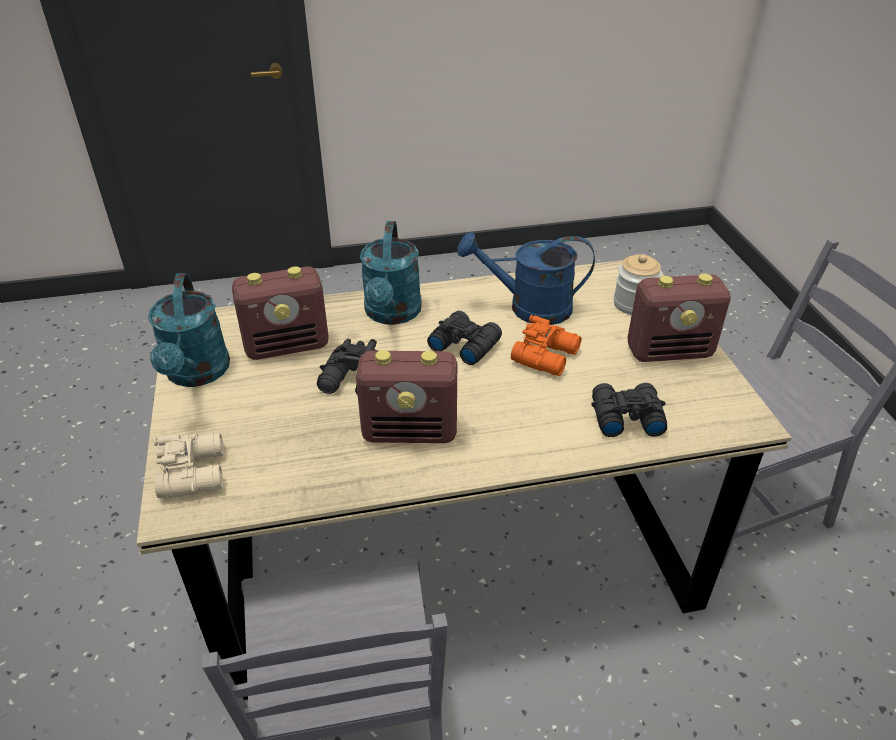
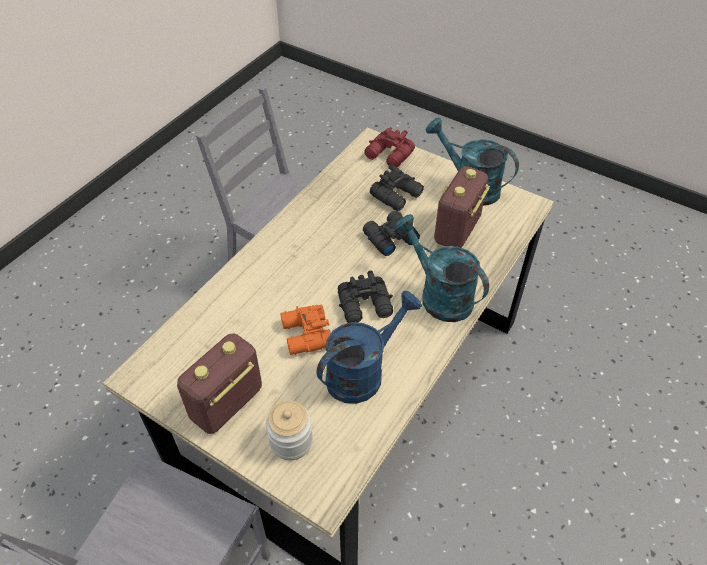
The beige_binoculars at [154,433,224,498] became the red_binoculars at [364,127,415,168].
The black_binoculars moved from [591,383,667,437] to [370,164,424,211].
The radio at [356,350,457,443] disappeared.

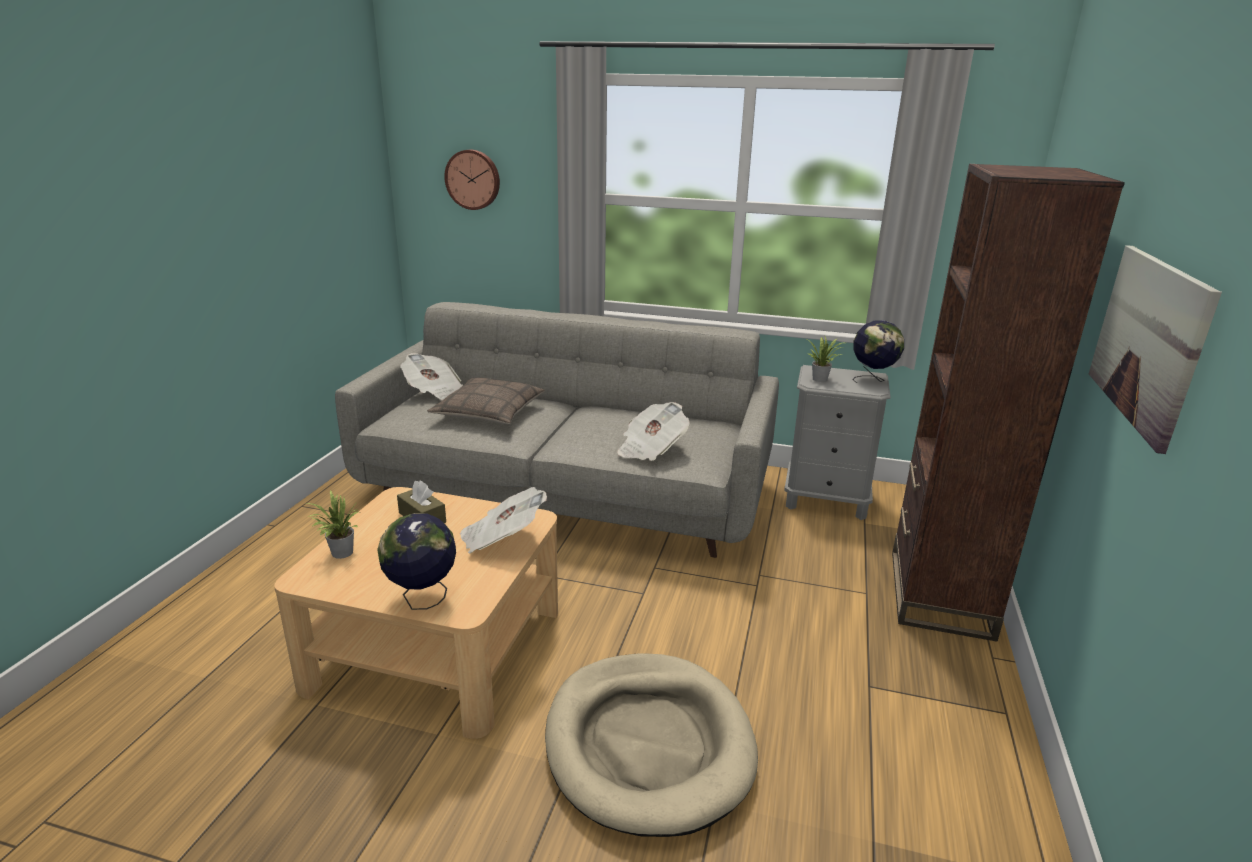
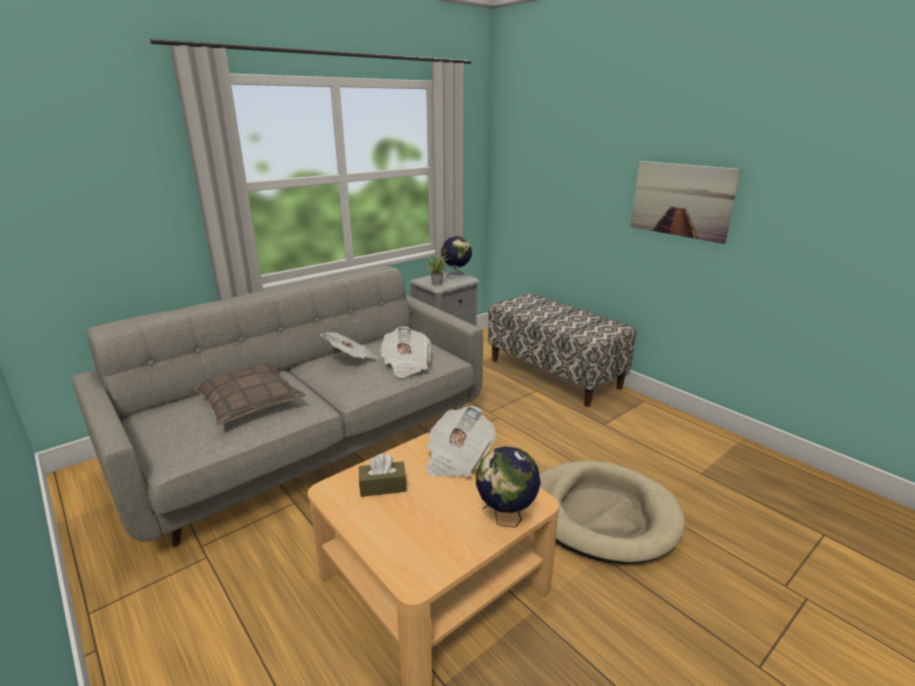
The newspaper moved from [400,353,463,400] to [320,332,379,359].
The brown_bookcase at [892,164,1125,642] was replaced by the bench at [488,293,636,407].
The potted_plant at [307,490,358,559] disappeared.
The wall_clock at [444,150,500,210] disappeared.

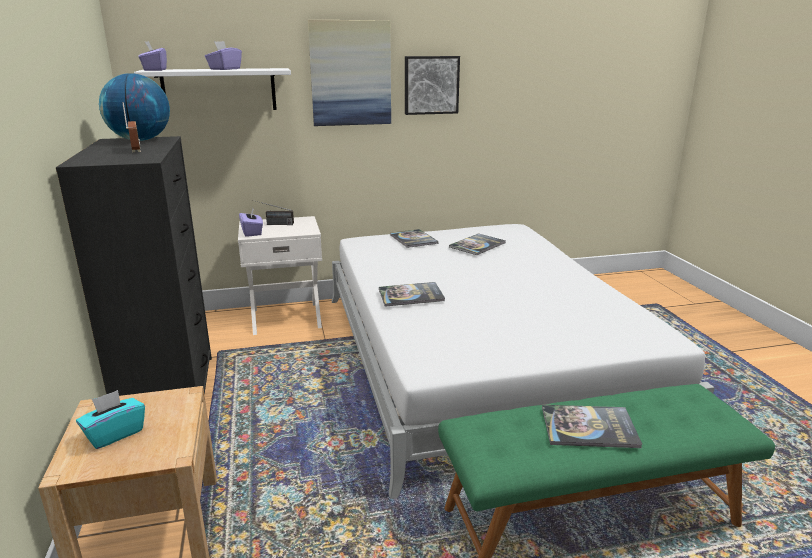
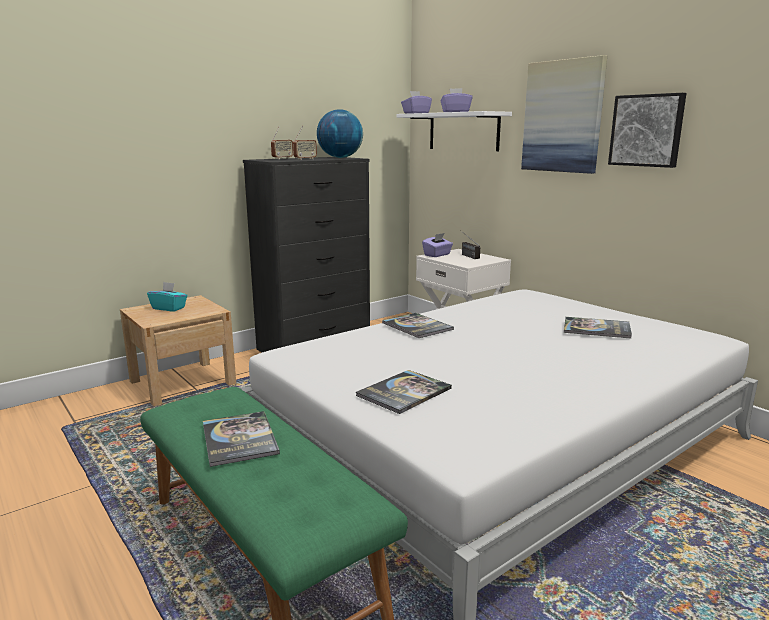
The radio at [271,126,293,159] appeared.
The book moved from [390,229,439,248] to [356,370,452,414].

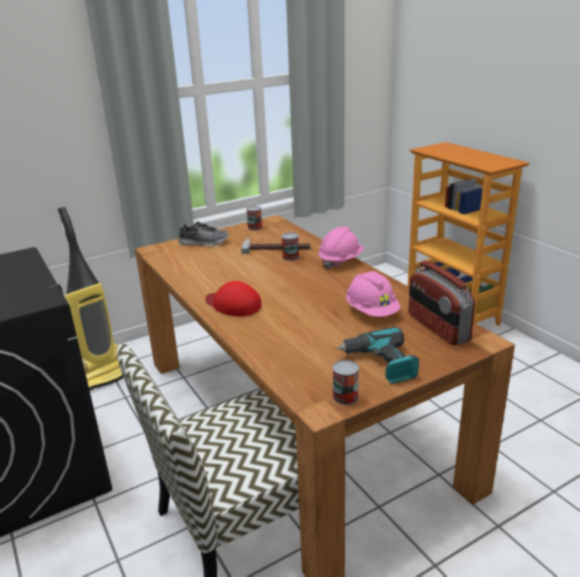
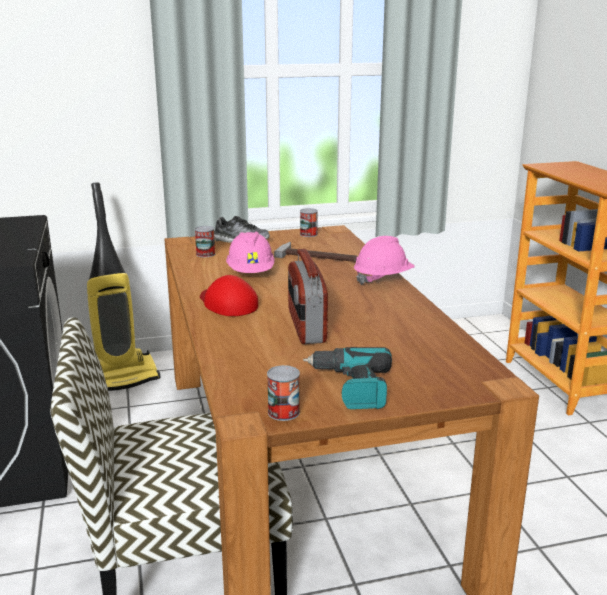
The can moved from [281,233,299,261] to [195,226,215,257].
The pink_hard_hat moved from [346,271,401,317] to [226,231,275,273].
The radio moved from [408,261,475,346] to [288,249,328,344].

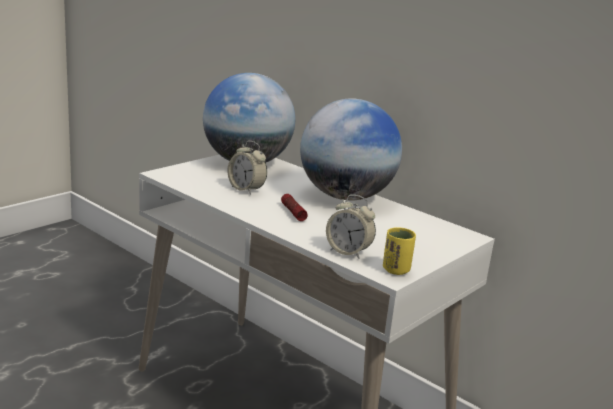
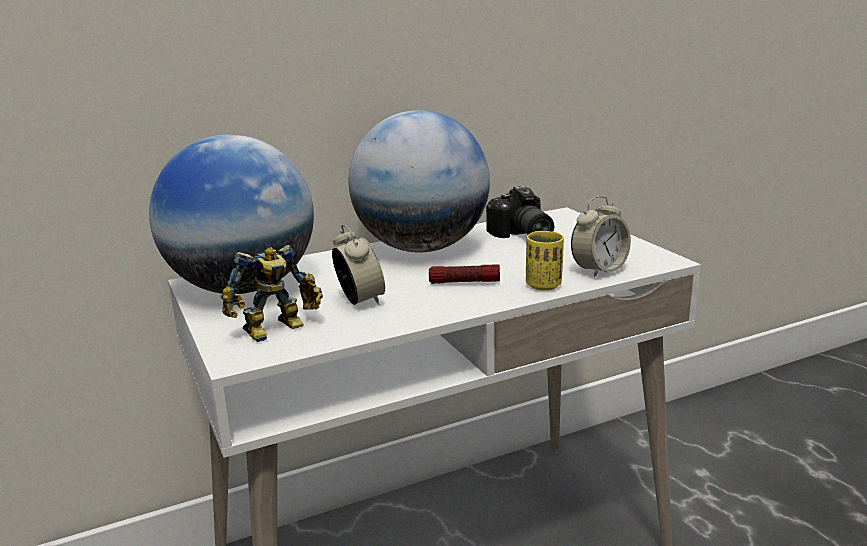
The toy_robot at [221,245,323,342] appeared.
The alarm_clock at [227,141,267,195] turned 90 degrees counterclockwise.
The photo_camera at [486,186,554,238] appeared.
The yellow_cup moved from [383,227,416,275] to [526,231,564,290].

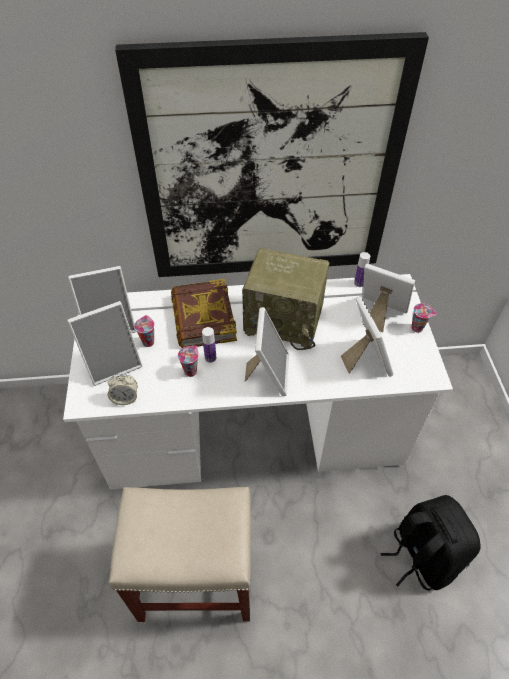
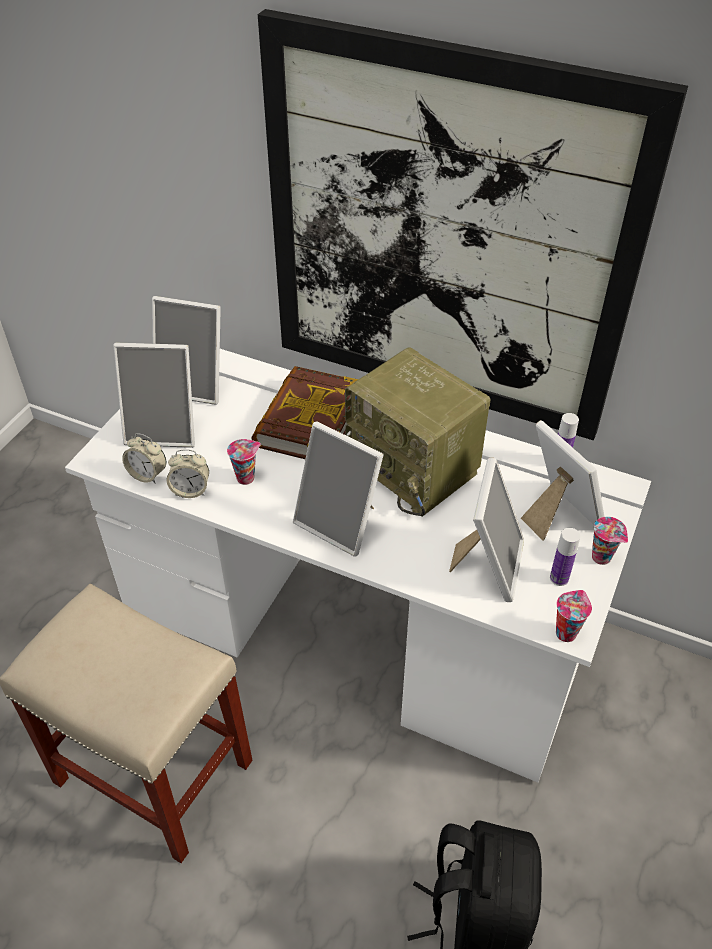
The alarm_clock at [167,449,209,498] appeared.
The picture_frame at [245,307,289,396] turned 90 degrees clockwise.
The bottle moved from [202,327,216,363] to [550,528,580,586].
The cup moved from [134,315,154,347] to [556,590,592,642].

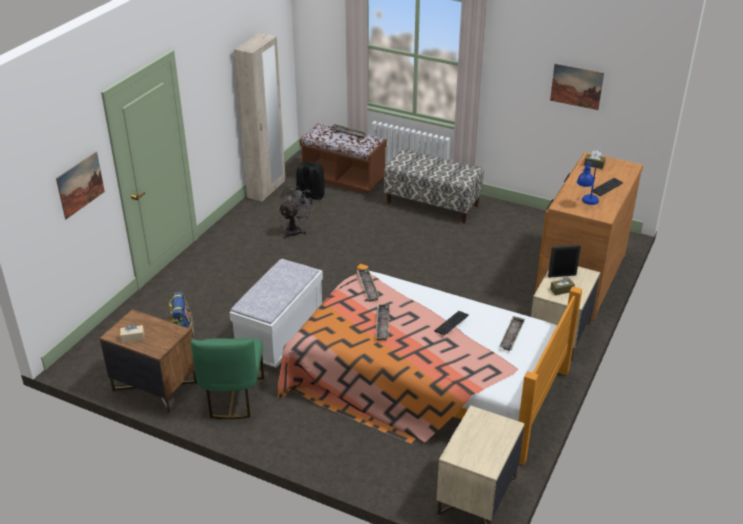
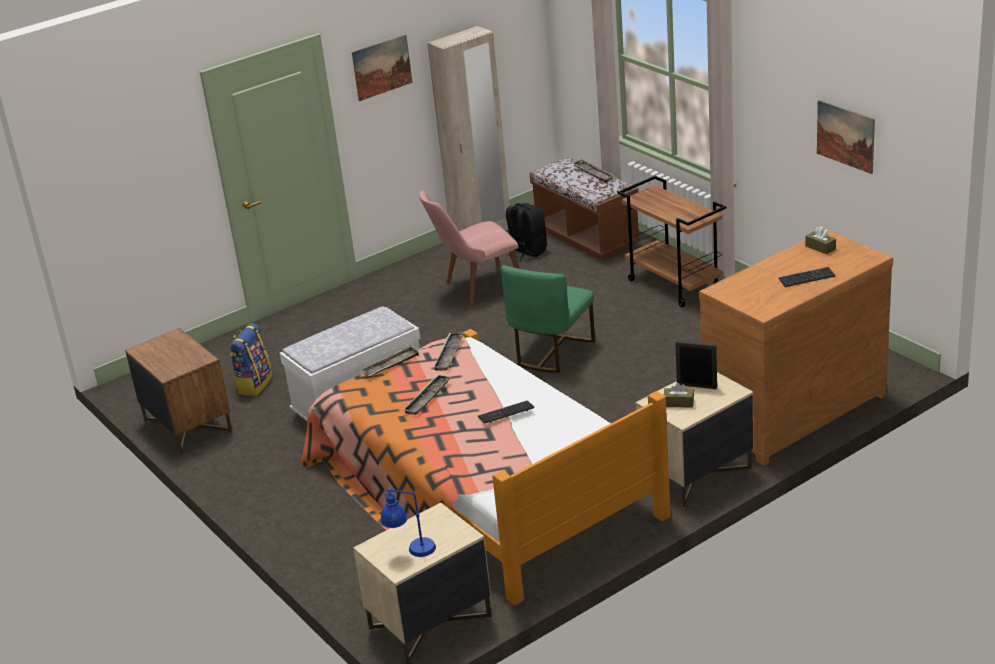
The picture moved from [56,152,105,219] to [352,34,412,101].
The tray moved from [499,316,525,351] to [360,345,420,377].
The blue_table_lamp moved from [577,162,599,205] to [380,488,436,557].
The grey_fan at [279,186,315,239] was replaced by the pink_chair at [419,190,520,306].
The green_chair moved from [190,338,264,419] to [501,265,595,373].
The bench at [384,149,484,223] was replaced by the brown_cart at [617,176,726,308].
The beige_tissue_box at [120,323,144,343] disappeared.

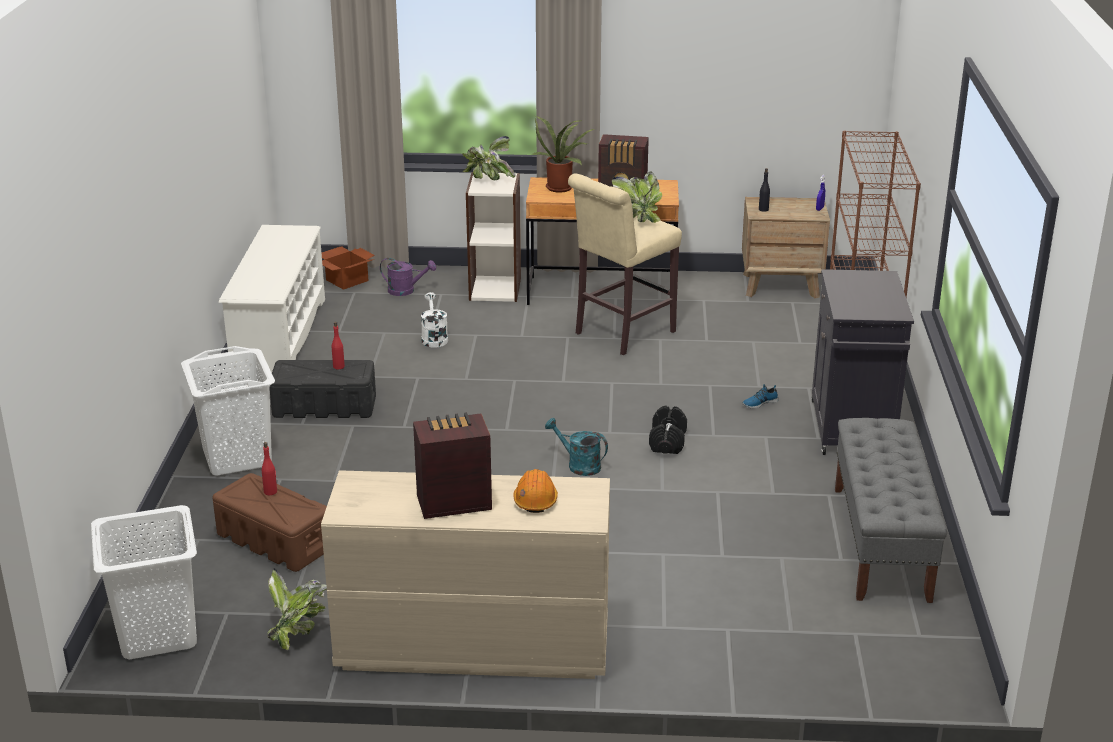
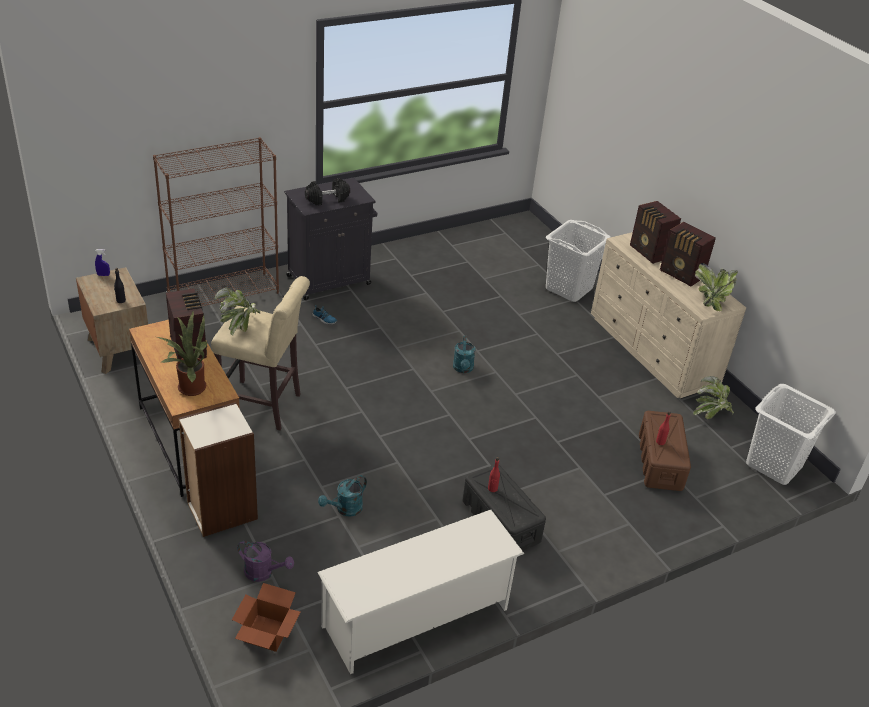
The purple_watering_can at [380,258,436,296] turned 135 degrees clockwise.
The black_dumbbell moved from [649,406,687,454] to [305,178,350,206].
The white_watering_can at [421,292,448,348] became the turquoise_watering_can at [318,475,367,517].
The white_laundry_basket moved from [181,346,275,476] to [546,220,611,302].
The orange_hard_hat at [513,469,558,513] was replaced by the radio at [630,201,681,264].
The potted_plant moved from [462,136,516,180] to [695,263,738,311].
The grey_bench at [835,418,947,603] disappeared.

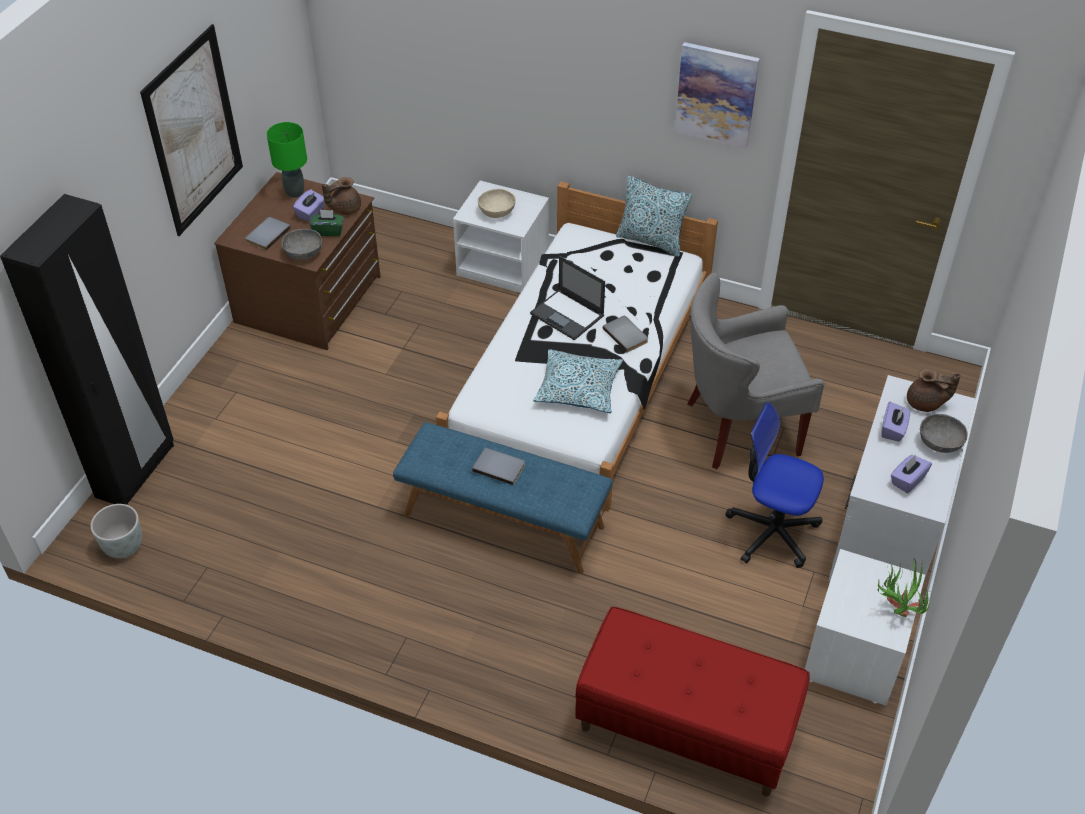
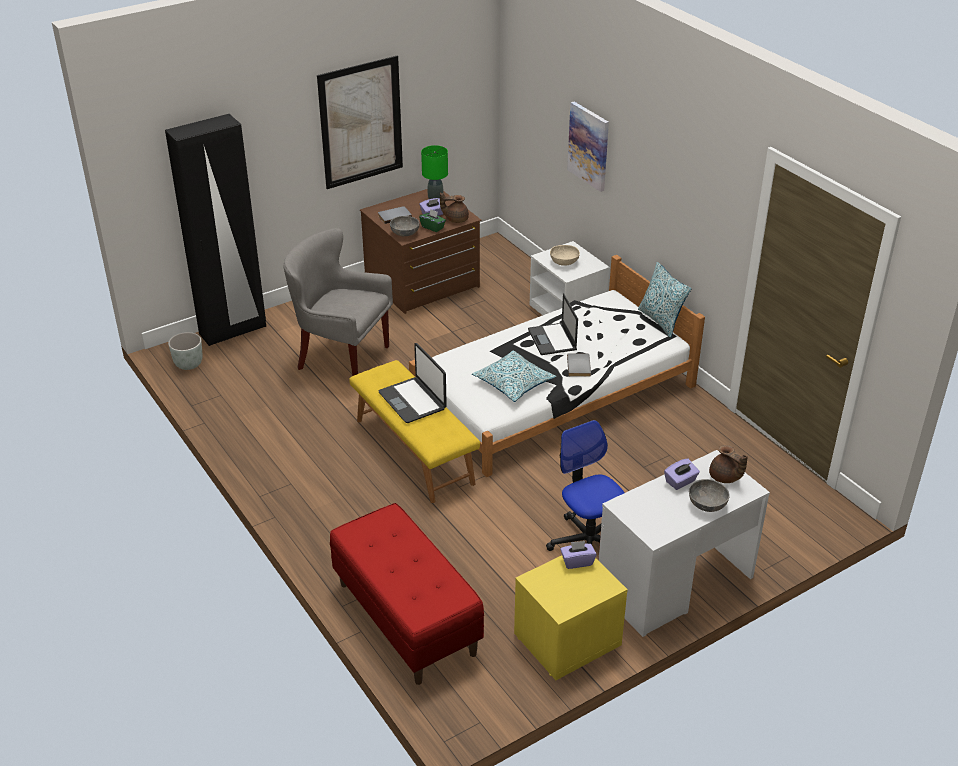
The grey_armchair moved from [687,272,824,469] to [284,228,393,376].
The blue_bench at [393,422,613,574] became the yellow_bench at [349,360,480,503].
The grey_book at [472,448,525,485] was replaced by the laptop at [379,343,447,423].
The white_nightstand at [805,549,925,706] became the yellow_nightstand at [514,555,628,680].
The purple_tissue_box moved from [891,455,932,493] to [560,541,597,569].
The picture moved from [675,42,760,148] to [567,102,609,192].
The potted_plant at [878,558,931,617] disappeared.

